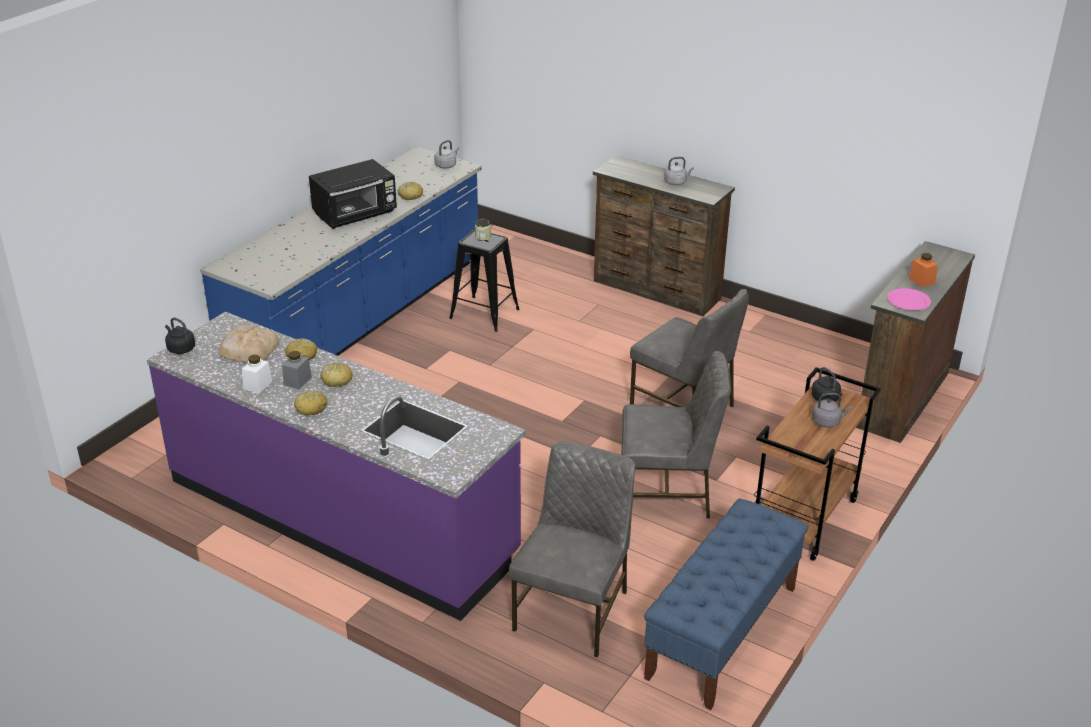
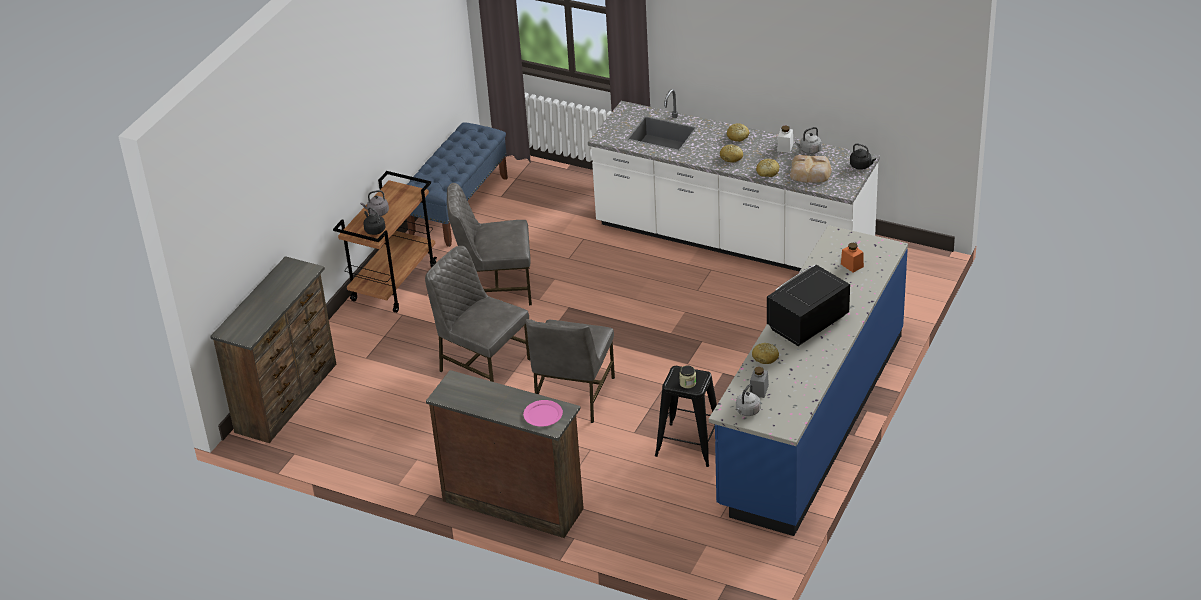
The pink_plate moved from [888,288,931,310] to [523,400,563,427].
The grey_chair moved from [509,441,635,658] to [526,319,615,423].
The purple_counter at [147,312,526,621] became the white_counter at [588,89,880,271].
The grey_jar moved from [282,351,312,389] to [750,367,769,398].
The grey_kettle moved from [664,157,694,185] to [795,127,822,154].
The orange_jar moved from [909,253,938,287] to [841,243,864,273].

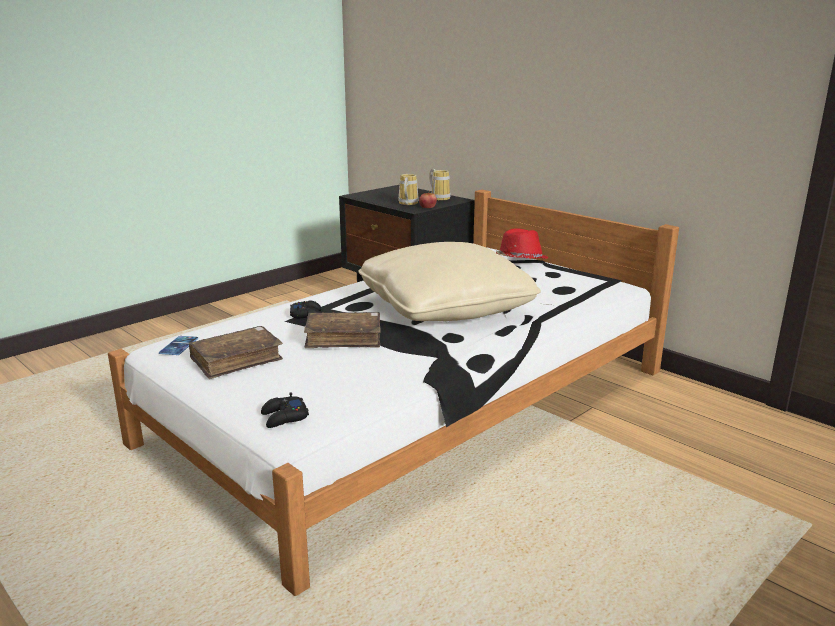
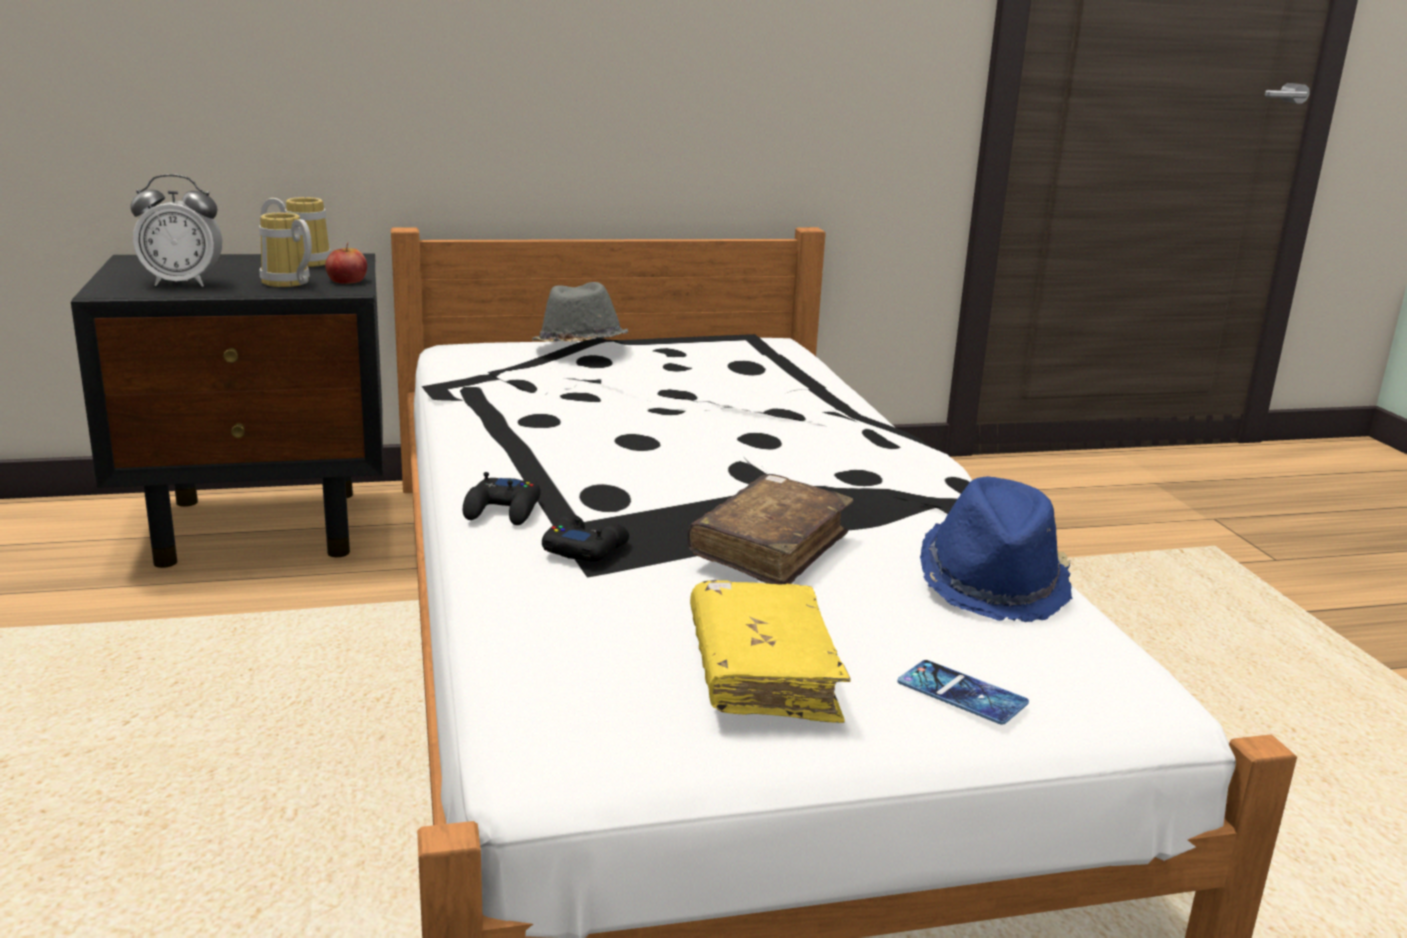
The alarm_clock at [130,174,222,287] appeared.
The black_game_controller moved from [261,392,309,428] to [463,472,541,525].
The red_hat at [496,228,549,259] became the grey_hat at [532,282,628,342].
The brown_book at [189,326,283,379] became the yellow_book at [690,580,851,723].
The phone moved from [159,336,198,355] to [898,660,1029,724].
The blue_hat at [920,476,1072,622] appeared.
The beige_pillow at [358,242,541,321] disappeared.

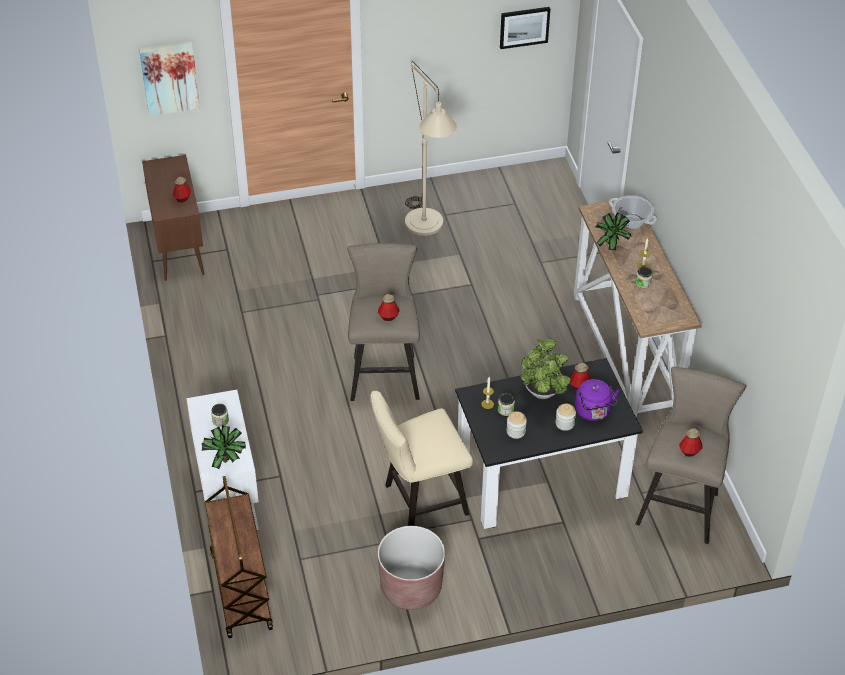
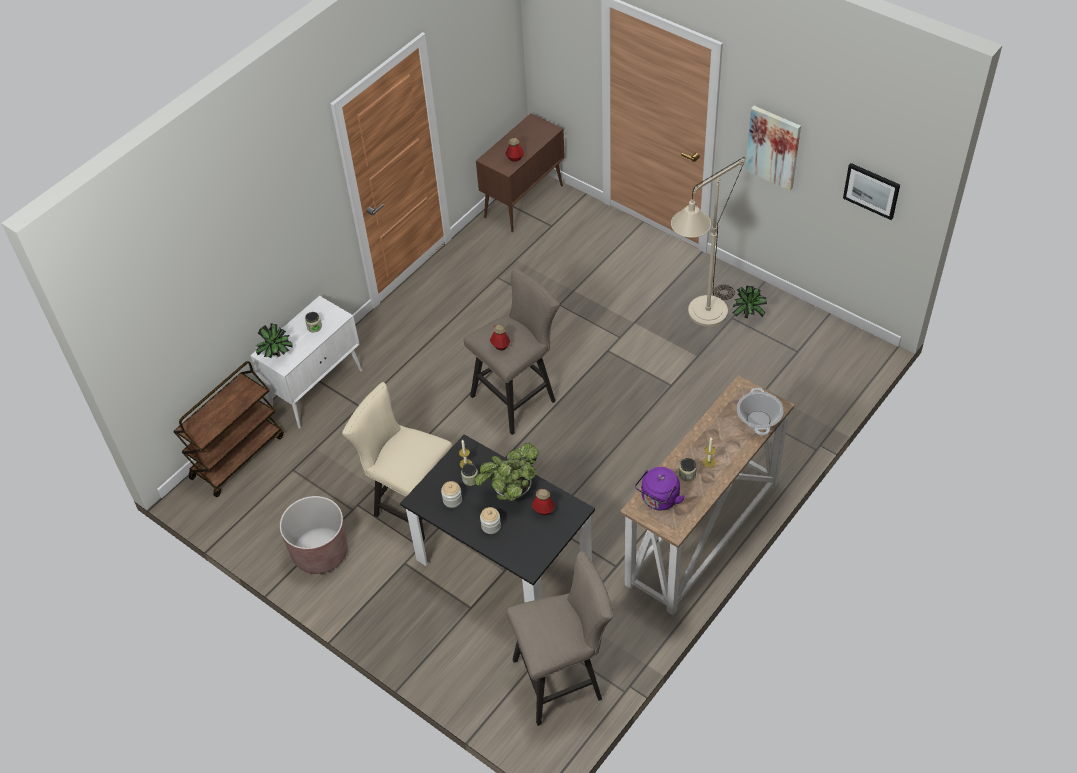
The purple_kettle moved from [575,379,620,421] to [635,467,685,510].
The potted_plant moved from [596,212,633,251] to [733,285,767,318].
The picture moved from [139,42,200,116] to [745,106,801,191].
The bottle at [679,428,702,456] disappeared.

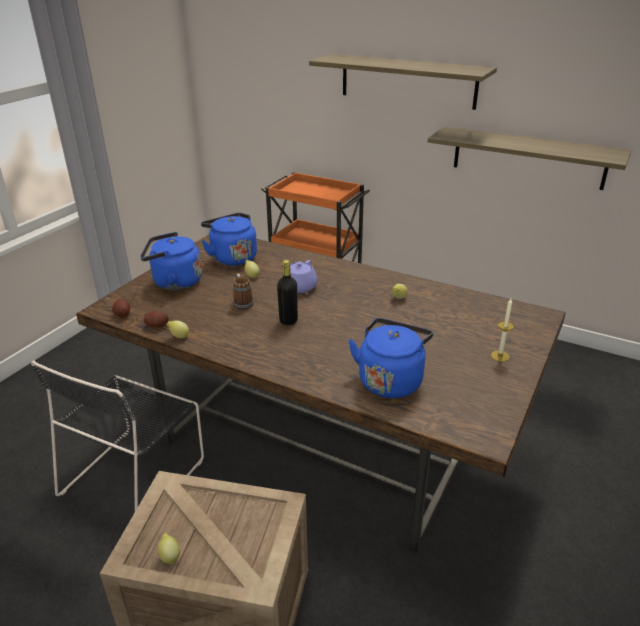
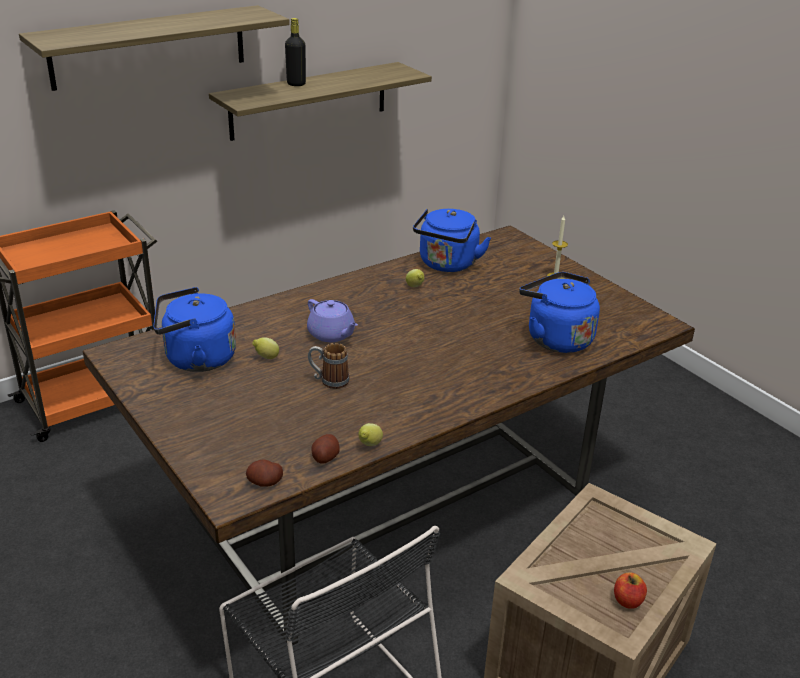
The black_bottle moved from [277,260,298,325] to [285,18,306,86].
The blue_kettle moved from [140,232,202,290] to [413,209,491,272].
The lemon at [158,533,180,564] was replaced by the apple at [614,572,647,609].

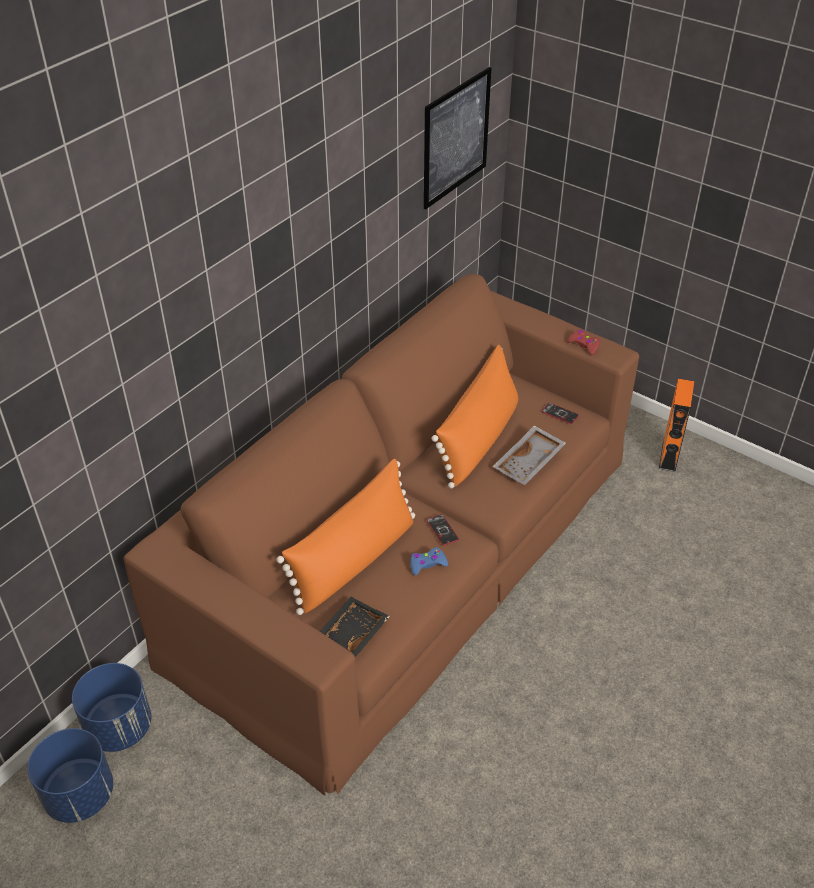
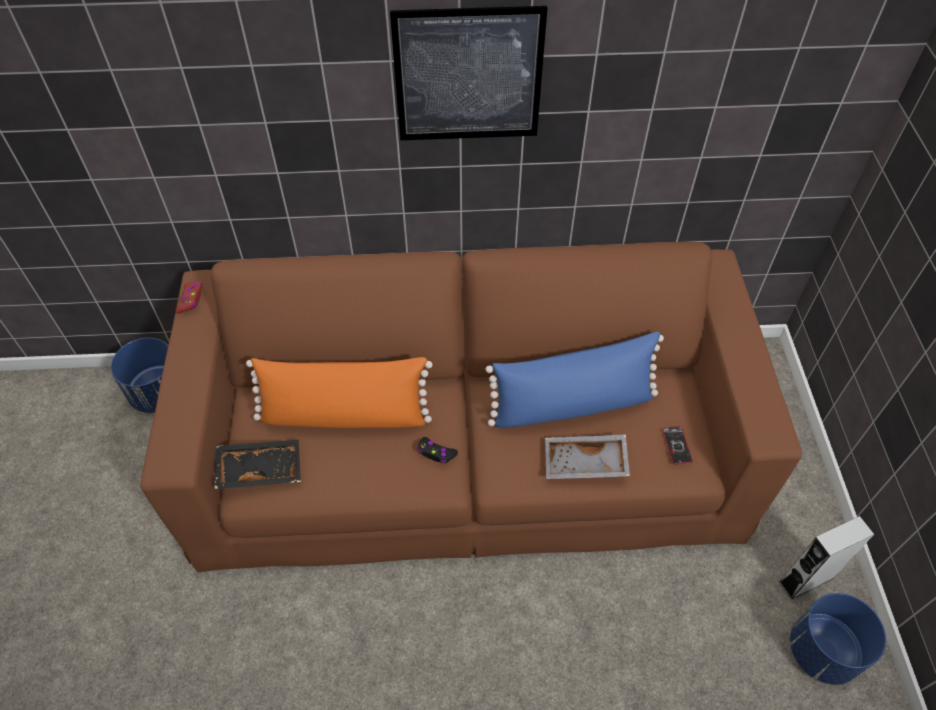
The red_game_controller moved from [567,330,600,355] to [176,281,202,314].
The picture moved from [424,67,491,209] to [390,6,547,140].
The phone at [427,514,459,546] was replaced by the black_game_controller at [417,437,458,463].
The orange_pillow at [432,345,518,488] became the blue_pillow at [486,332,664,428].
The orange_speaker at [659,378,694,472] became the grey_speaker at [778,516,874,600].
The blue_planter moved from [27,728,113,823] to [790,593,886,685].
The blue_game_controller at [410,547,448,575] disappeared.

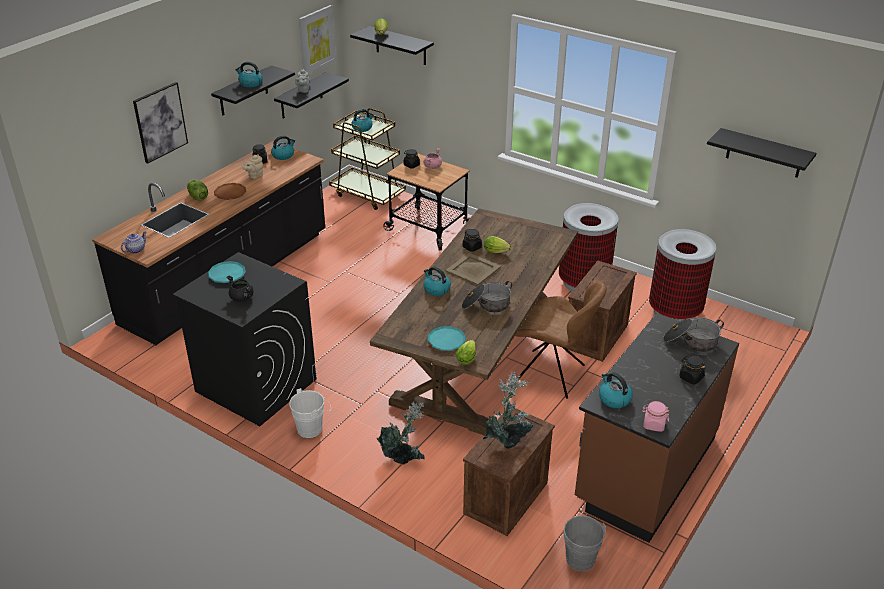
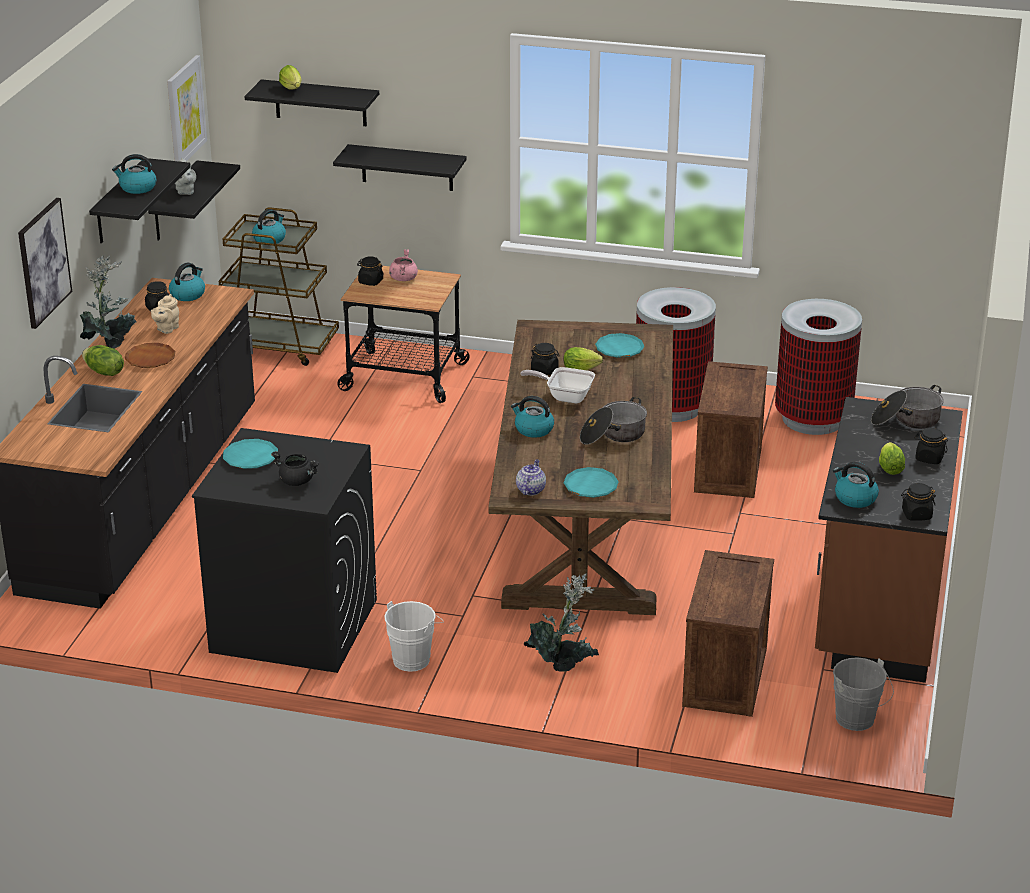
The potted_plant moved from [483,371,534,449] to [80,255,137,349].
The black_shelf moved from [707,128,816,178] to [333,144,467,191].
The teapot moved from [121,231,146,254] to [516,459,546,495].
The beige_tray at [446,253,501,286] was replaced by the frying_pan at [520,367,595,403].
The turquoise_plate at [595,333,644,358] appeared.
The lettuce moved from [455,340,476,365] to [879,442,905,475].
The pink_jar at [642,401,670,432] became the black_jar at [901,483,936,521].
The brown_chair at [515,282,607,399] disappeared.

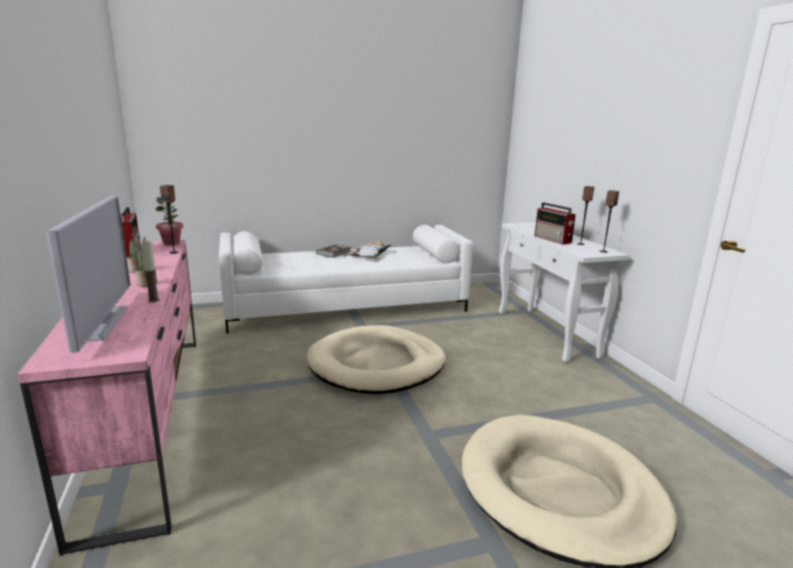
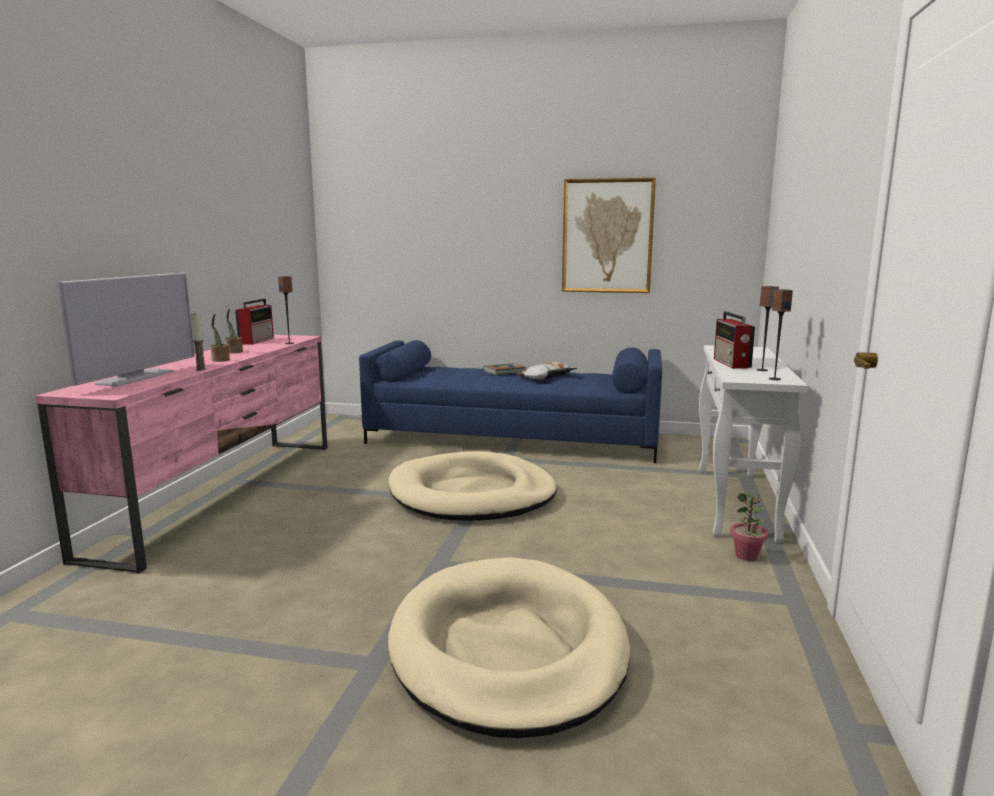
The white_sofa at [219,225,473,334] became the blue_sofa at [359,340,662,463].
The picture at [562,178,656,293] appeared.
The potted_plant moved from [155,197,183,245] to [730,492,768,561].

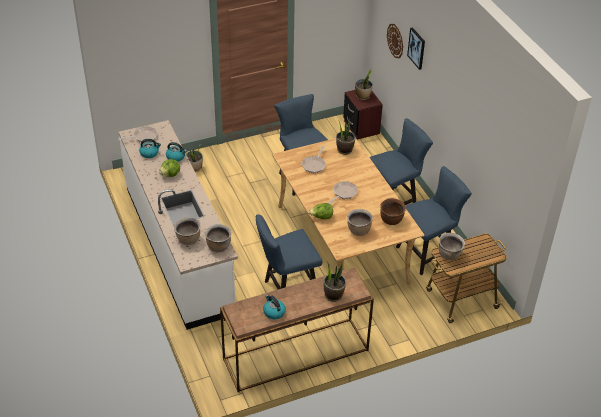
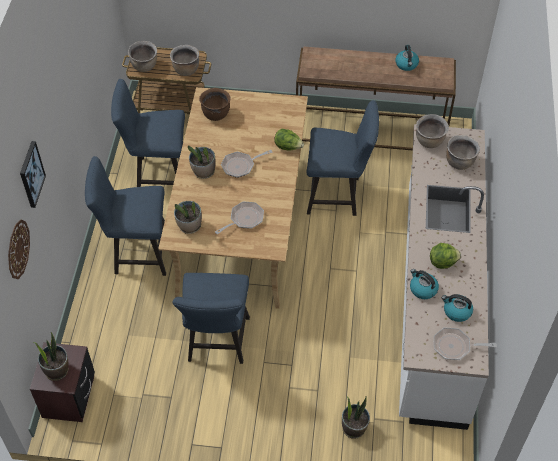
The brown_cooking_pot moved from [347,209,373,236] to [128,41,157,72].
The potted_plant moved from [324,262,346,302] to [188,146,216,179].

